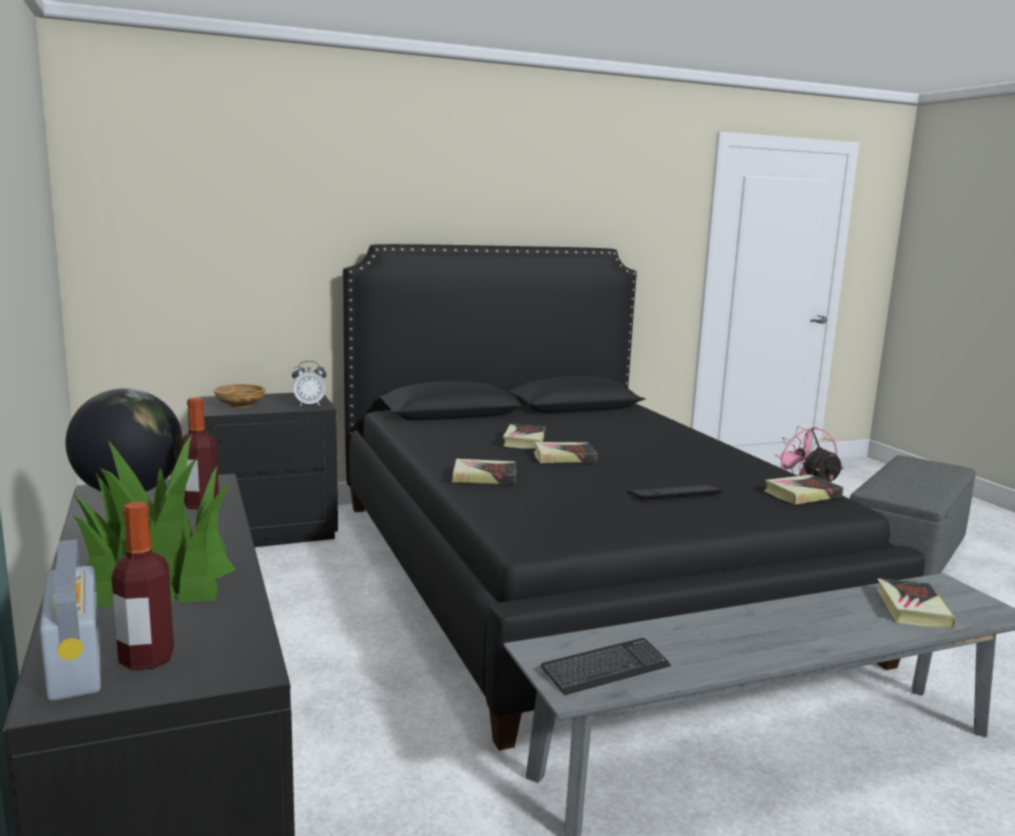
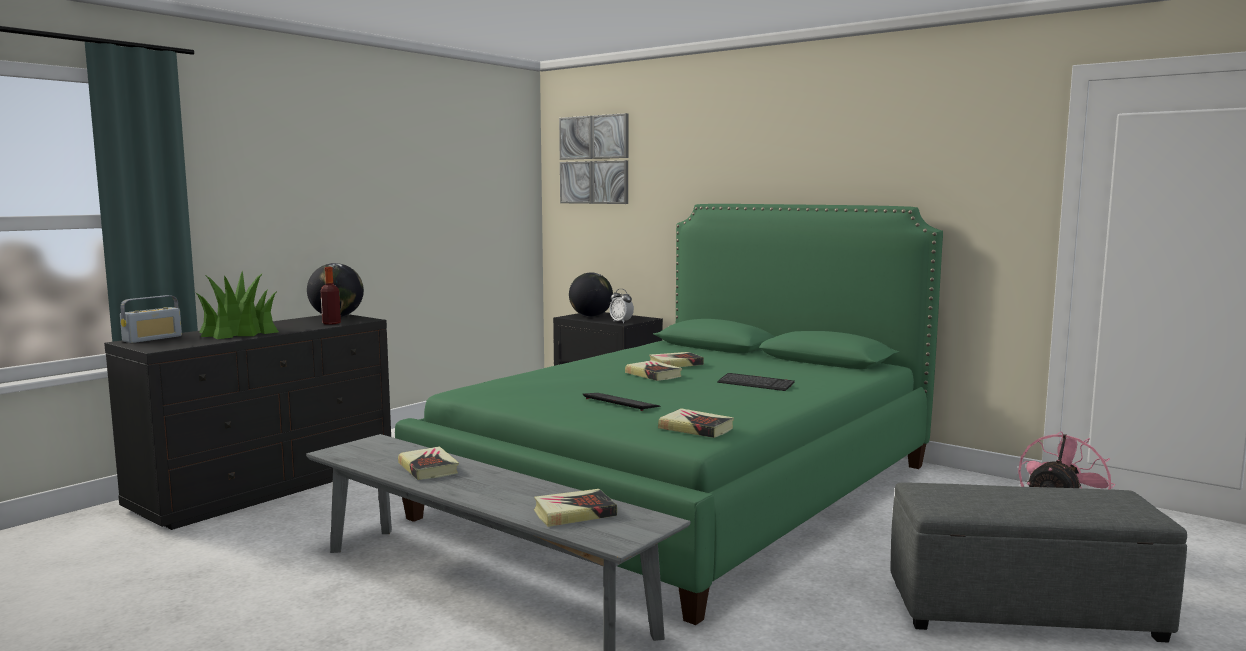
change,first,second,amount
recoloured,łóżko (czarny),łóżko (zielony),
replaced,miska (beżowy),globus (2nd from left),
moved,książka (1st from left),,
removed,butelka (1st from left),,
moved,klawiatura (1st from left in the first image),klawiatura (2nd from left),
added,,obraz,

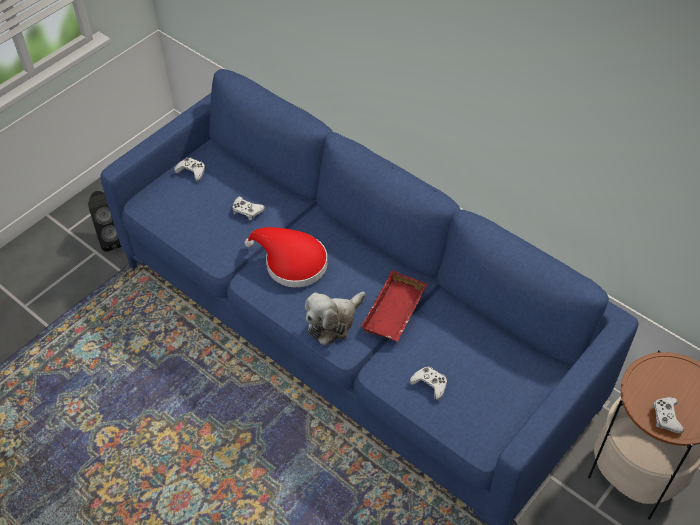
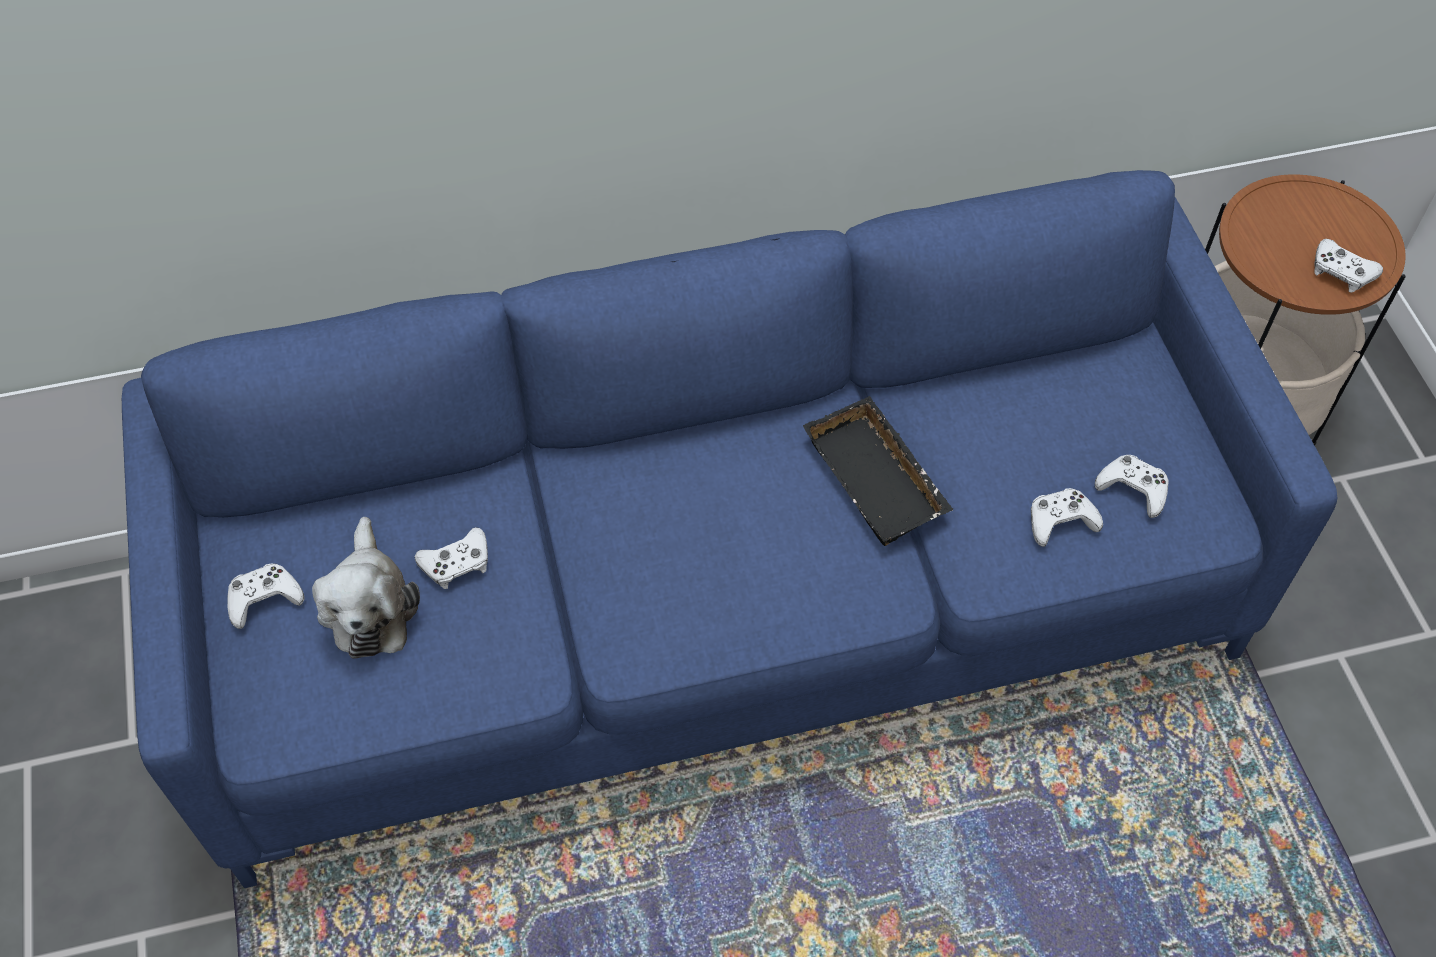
change,first,second,amount
removed,głośnik (czarny),,
removed,kapelusz (czerwony),,
recoloured,taca (czerwony),taca (czarny),
moved,pluszak,,
added,,pad do gier (biały) (4th from left),

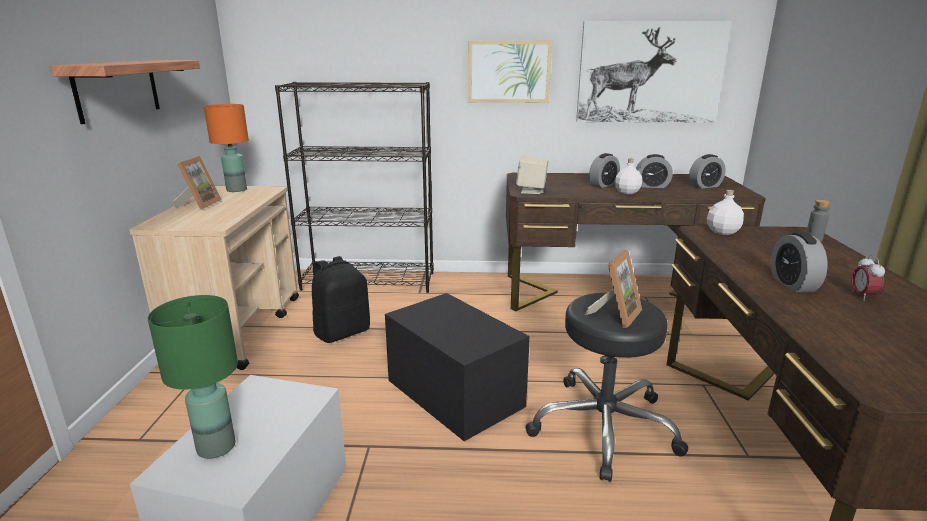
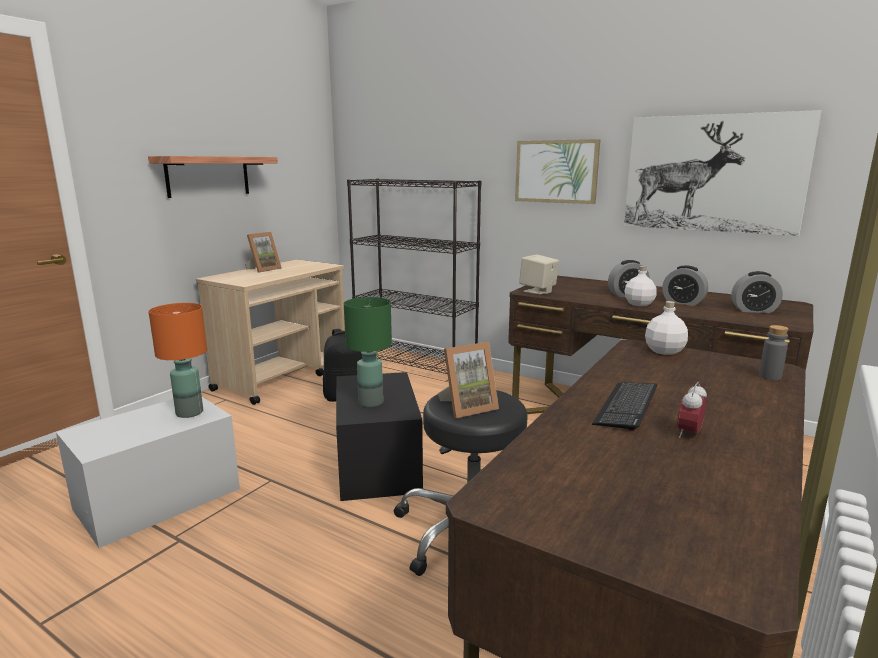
change,first,second,amount
moved,lampa stołowa (pomarańczowy),,
replaced,budzik (4th from left),klawiatura,
moved,lampa stołowa (zielony),,

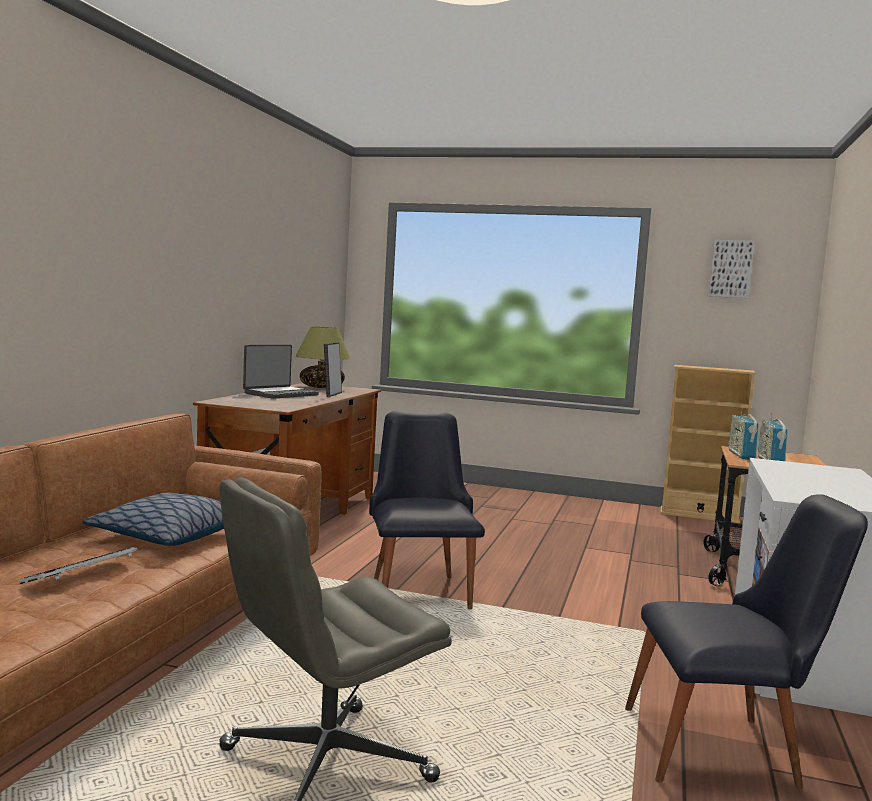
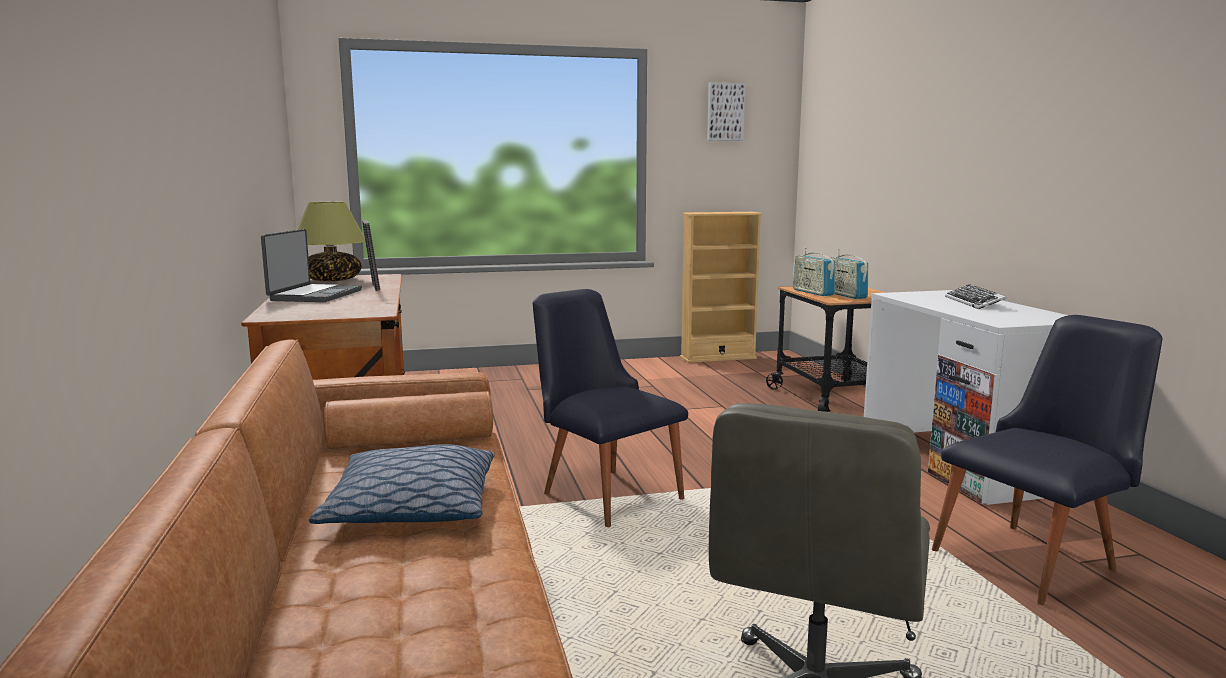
change,first,second,amount
moved,klawiatura,,

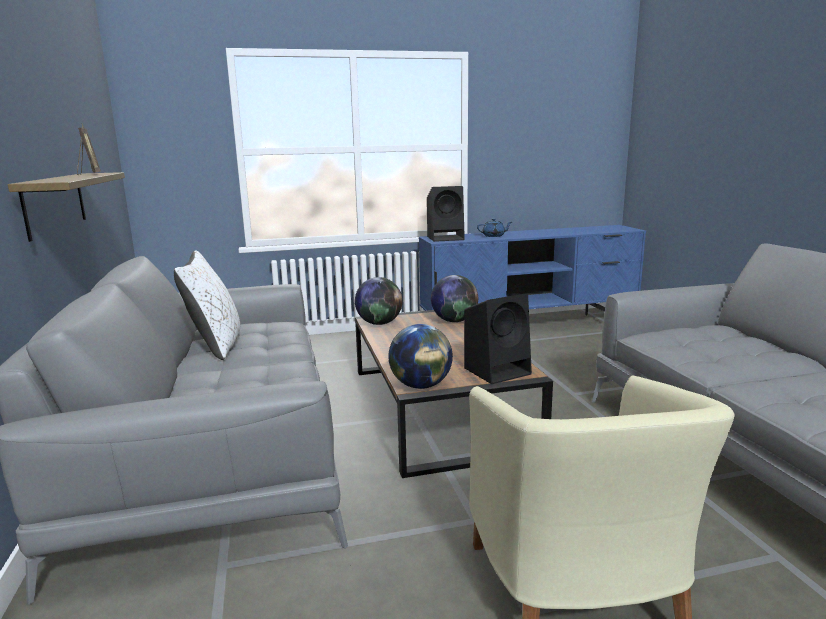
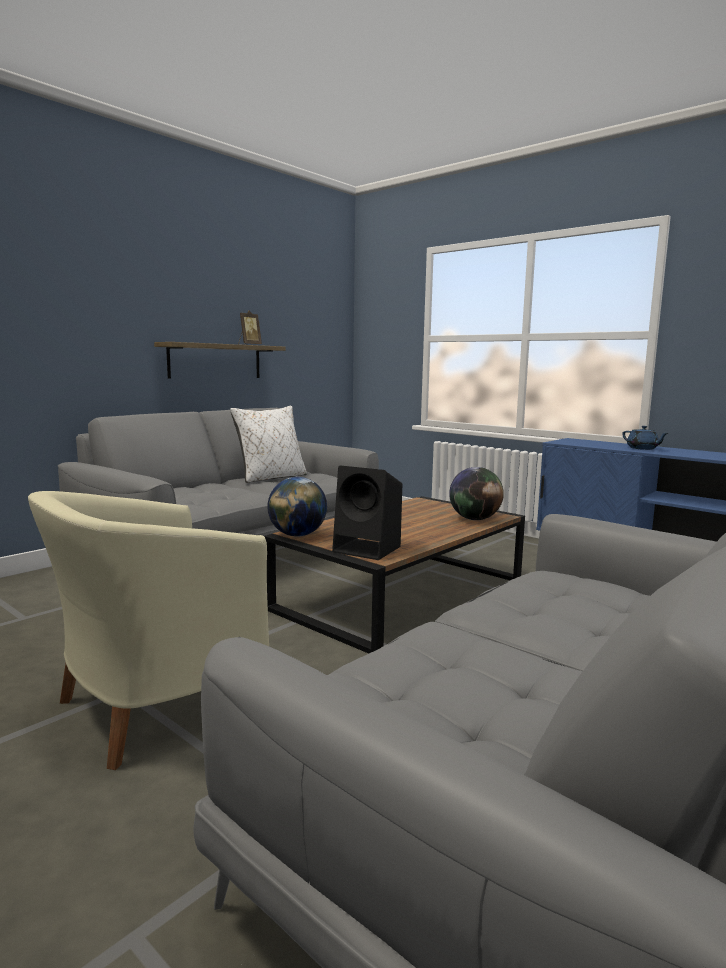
change,first,second,amount
removed,głośnik (czarny) (1st from left),,
removed,globus (1st from left),,

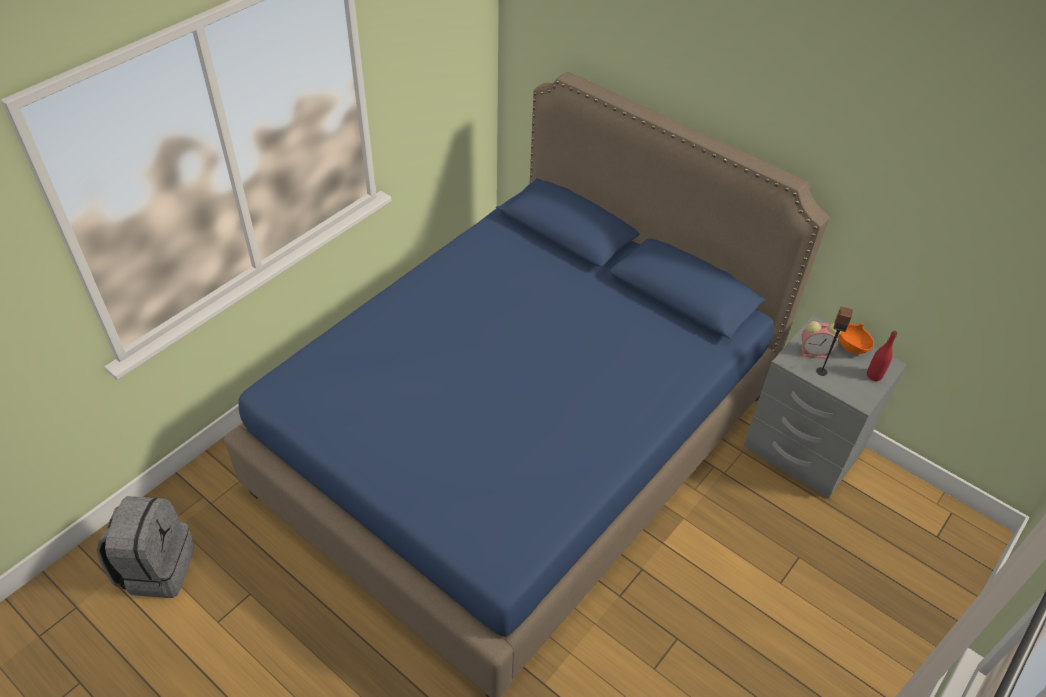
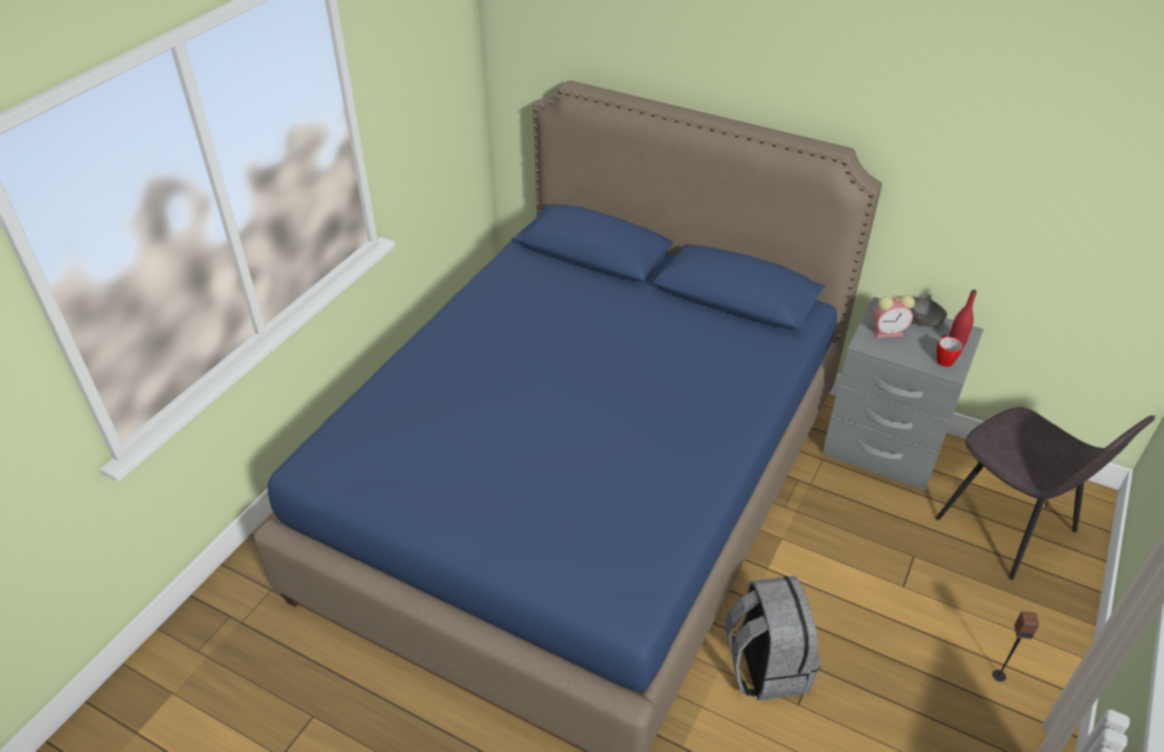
change,first,second,amount
moved,głośnik,,
recoloured,miska (pomarańczowy),miska (szary),
moved,plecak (szary),,
added,,kubek,
added,,krzesło (szary),

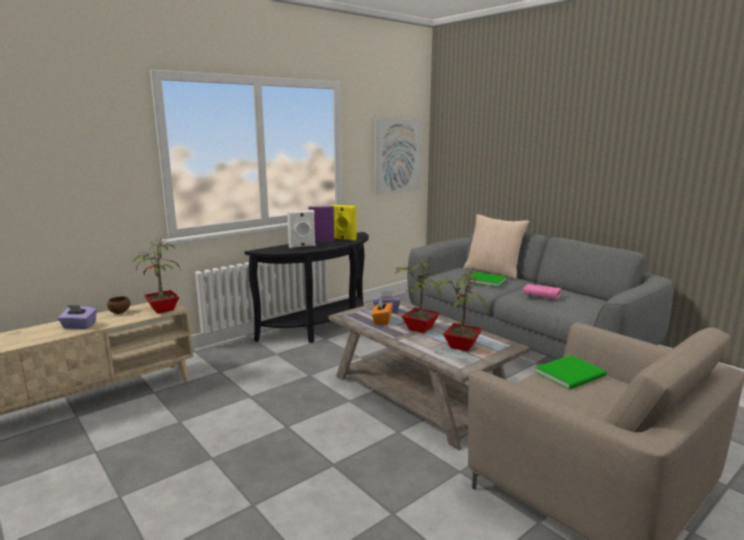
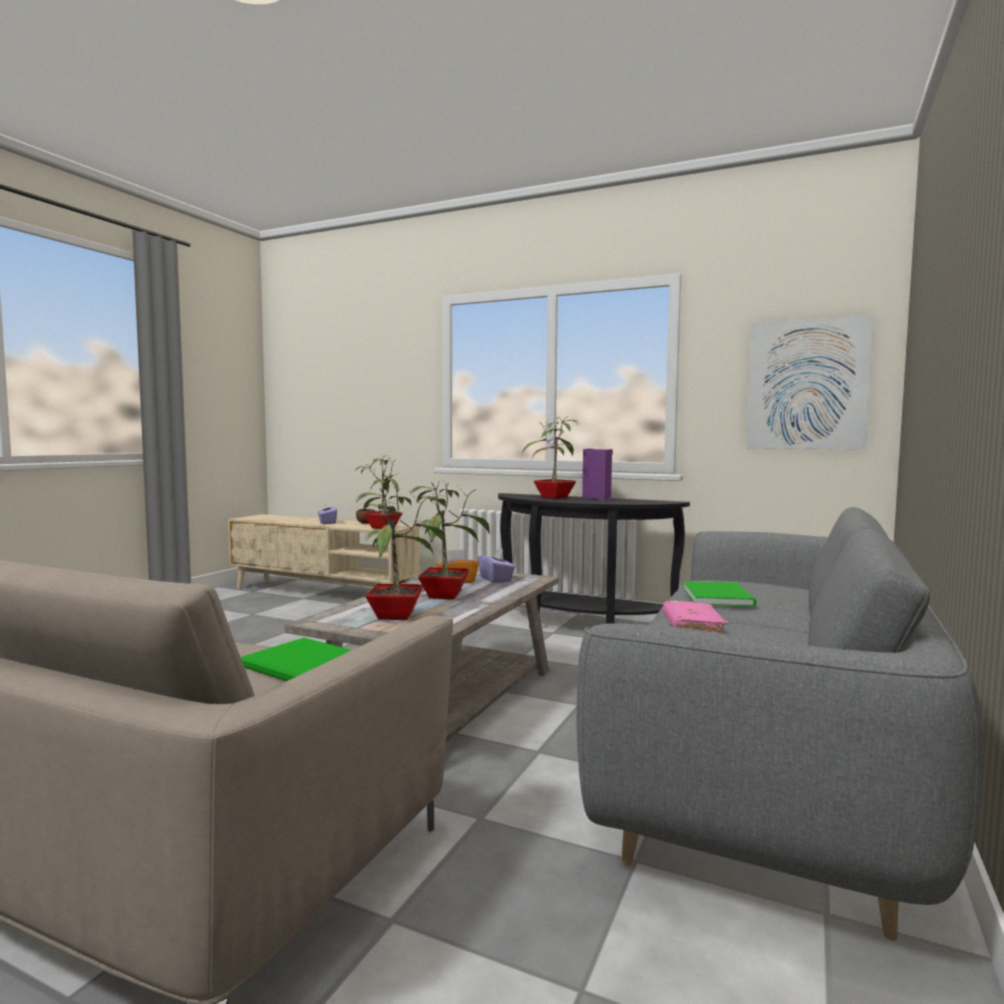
change,first,second,amount
removed,głośnik (żółty),,
replaced,głośnik (biały),roślina doniczkowa (4th from left),
removed,poduszka (beżowy),,

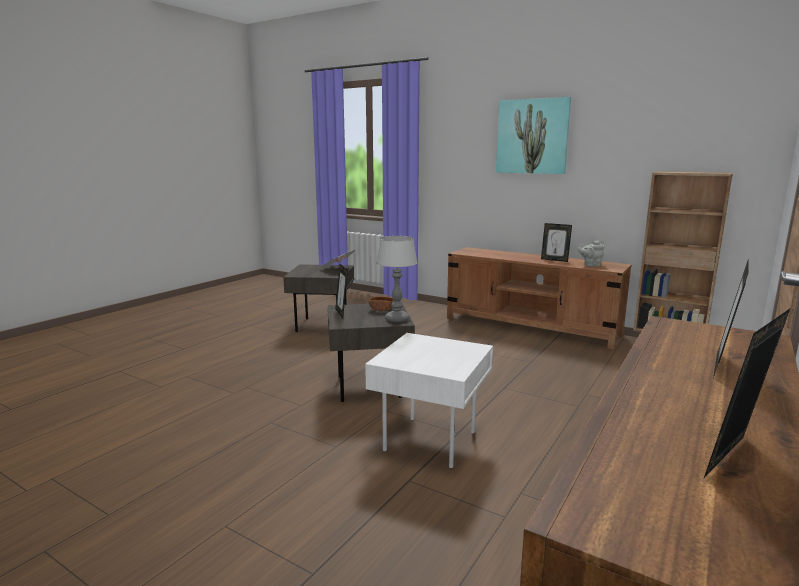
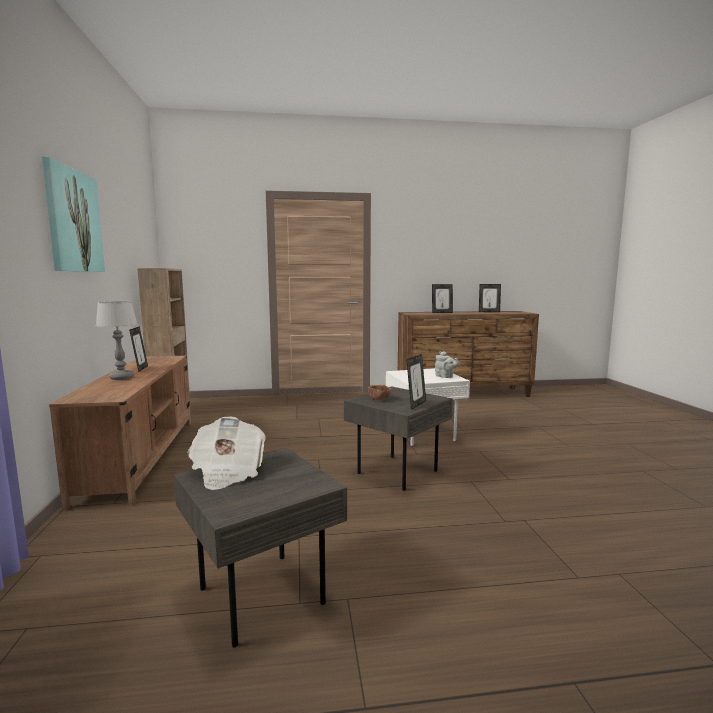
change,first,second,amount
moved,lampa stołowa,,
moved,imbryk (szary),,

